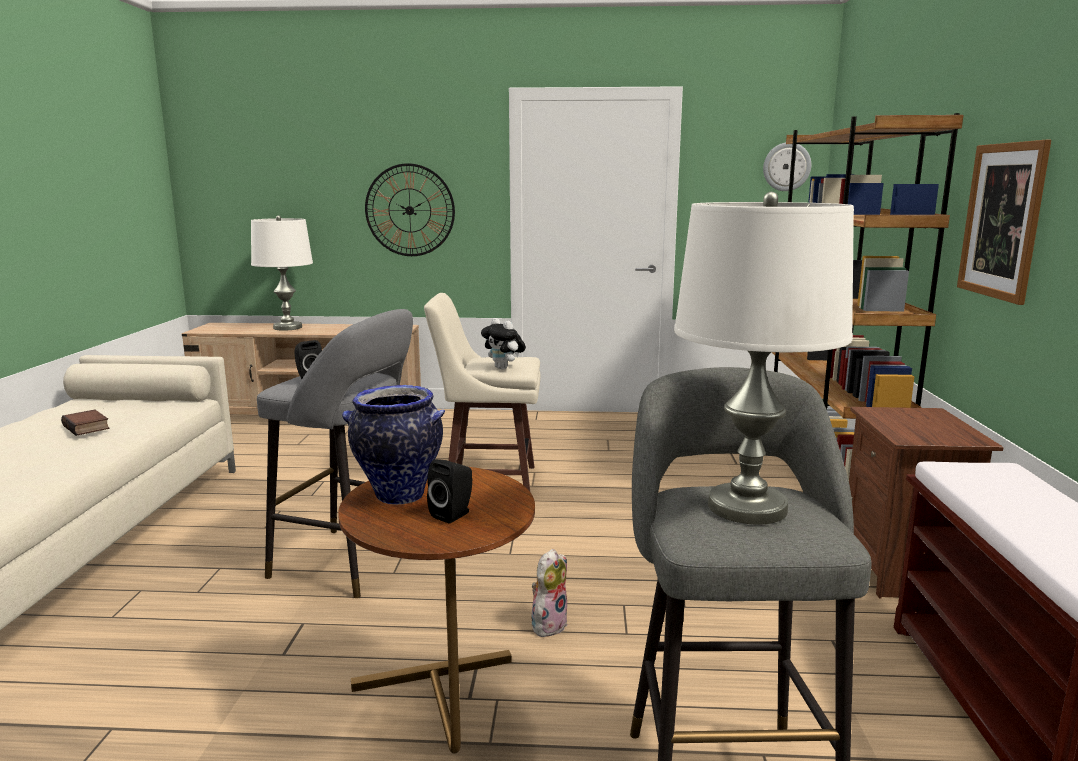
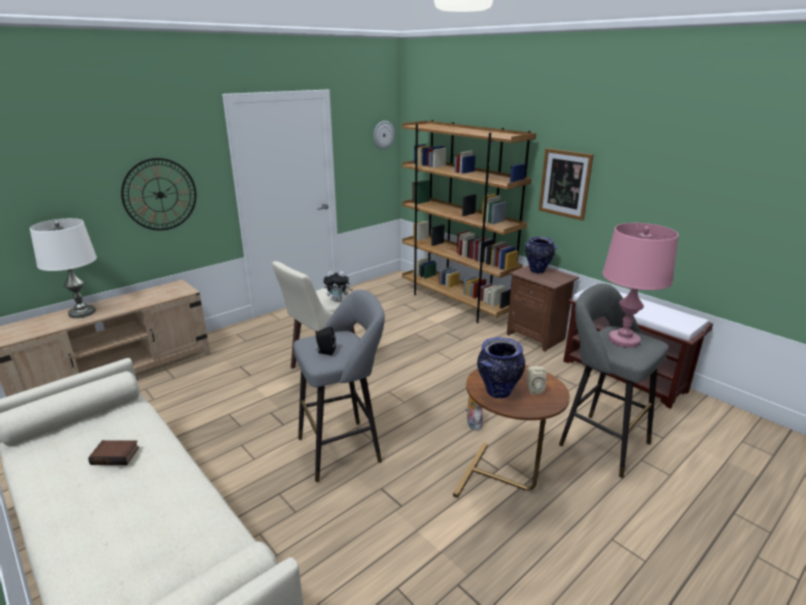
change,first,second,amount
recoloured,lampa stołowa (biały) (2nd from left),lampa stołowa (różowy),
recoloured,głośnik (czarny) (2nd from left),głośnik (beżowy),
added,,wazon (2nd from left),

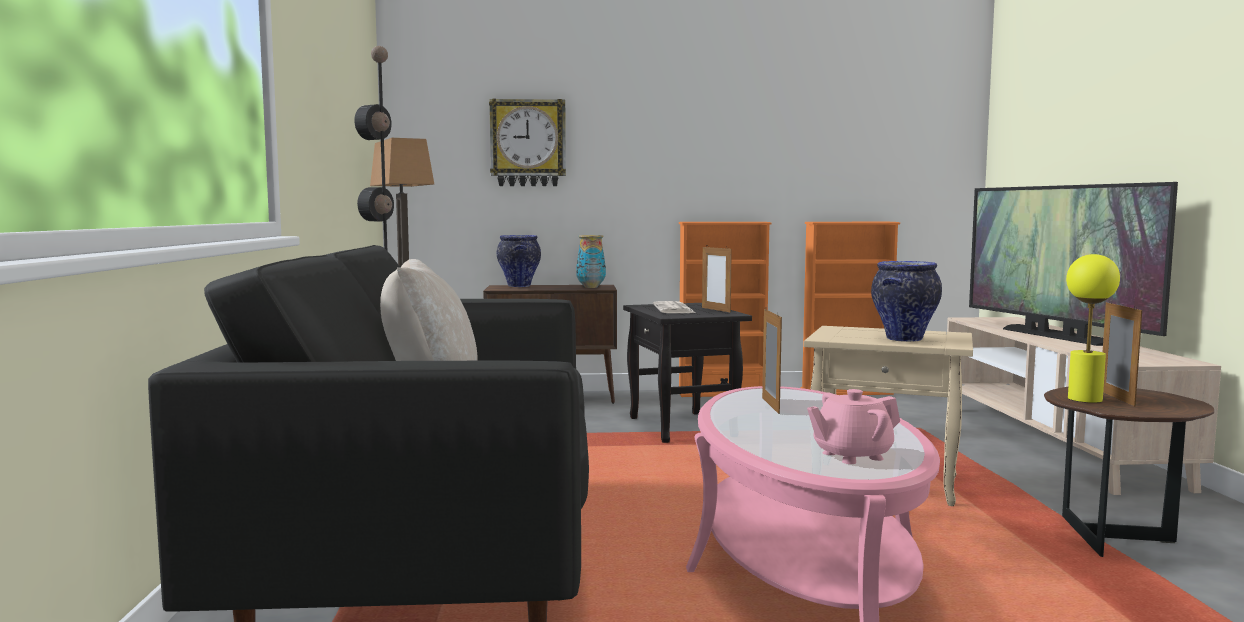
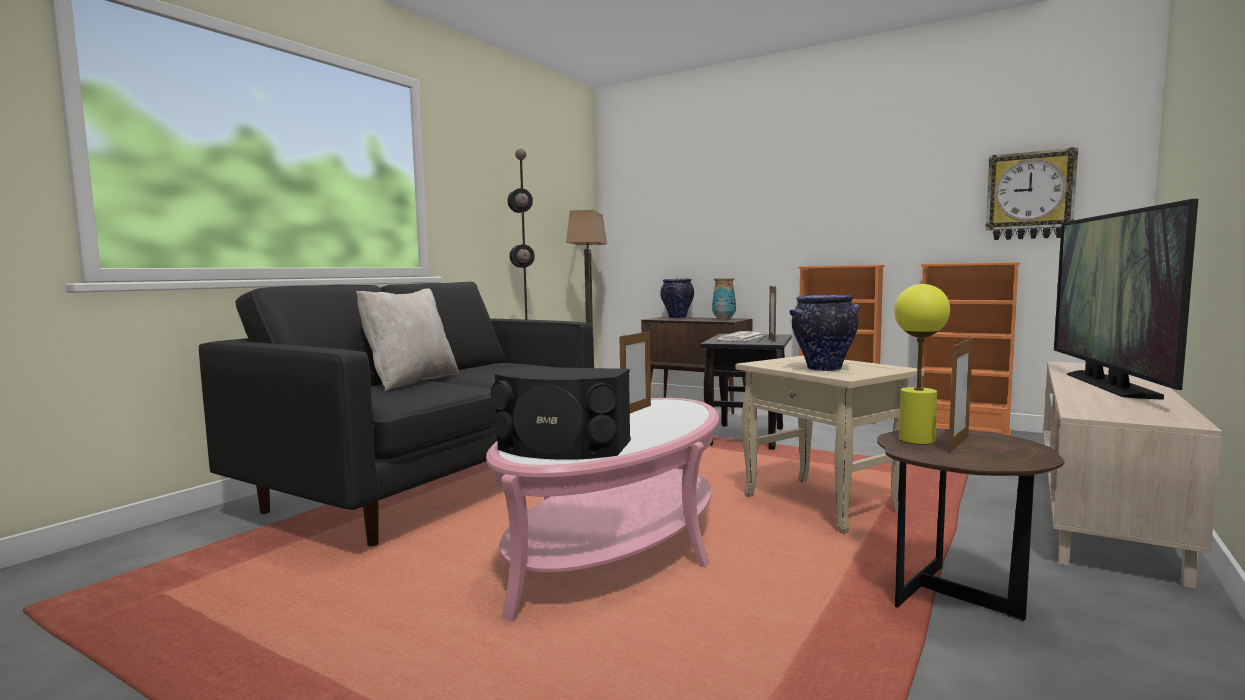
change,first,second,amount
moved,zegar ścienny,,
replaced,imbryk (różowy),głośnik (czarny),

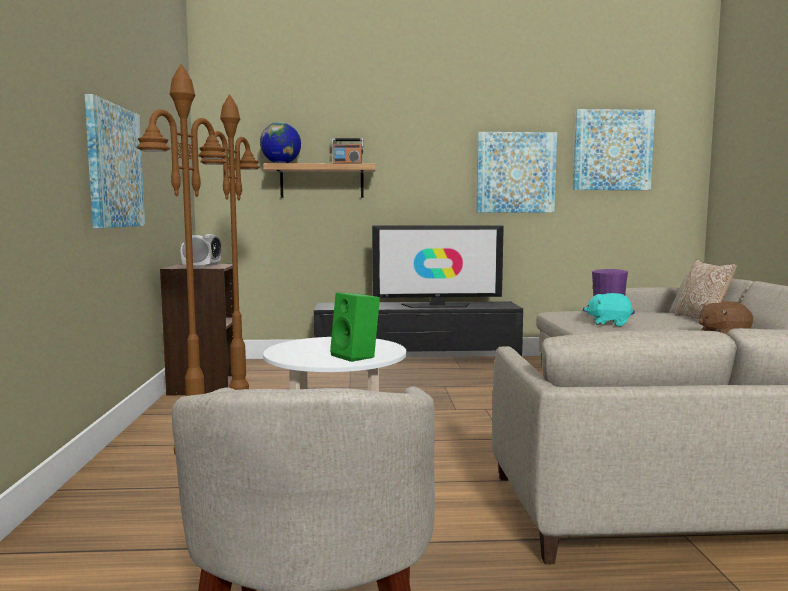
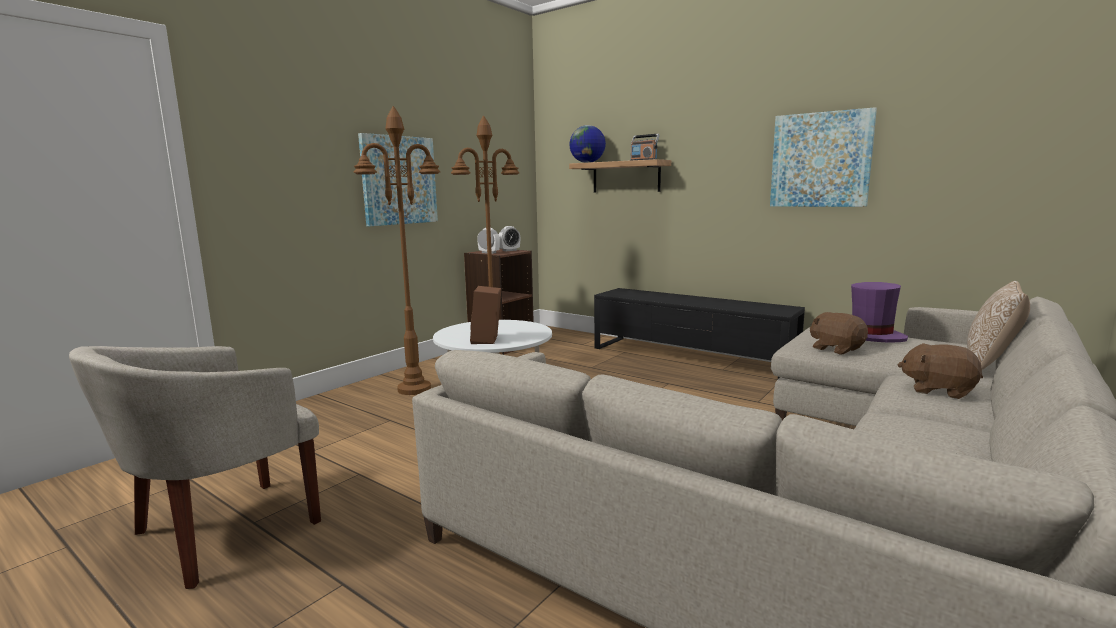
change,first,second,amount
removed,obraz (3rd from left),,
removed,telewizor,,
recoloured,głośnik (zielony),głośnik (brązowy),
recoloured,pluszak (turkusowy),pluszak (brązowy) (1st from left),

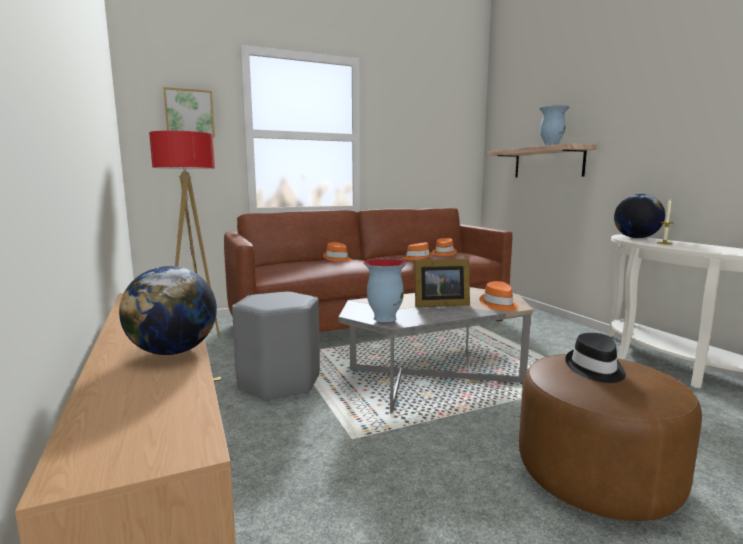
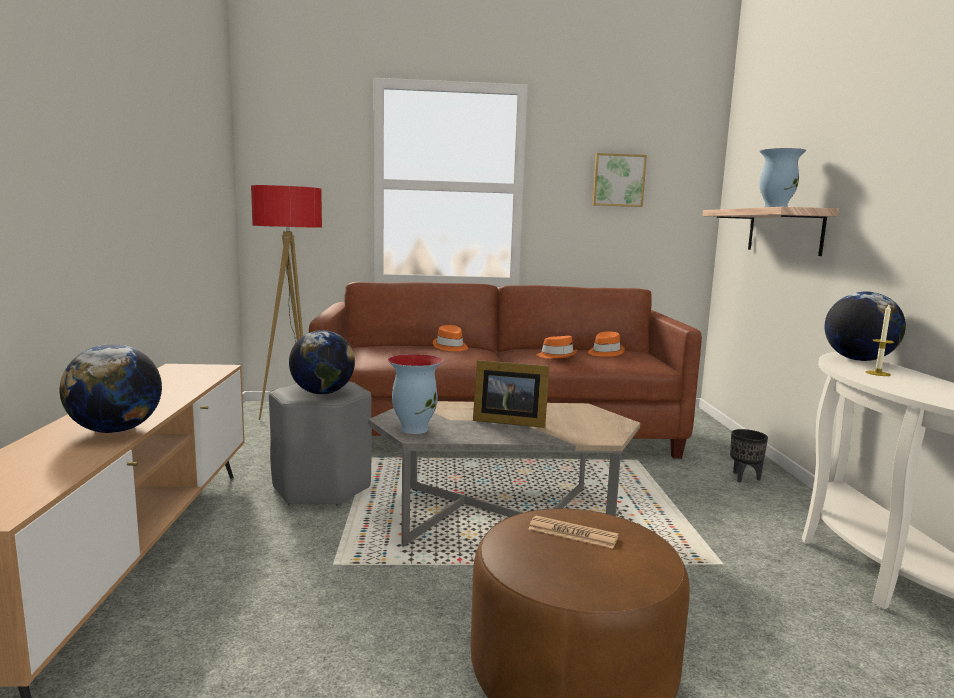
change,first,second,amount
moved,obraz,,
removed,kapelusz (pomarańczowy) (4th from left),,
replaced,kapelusz (czarny),gazeta,
added,,globus (2nd from left),
added,,donica (czarny),

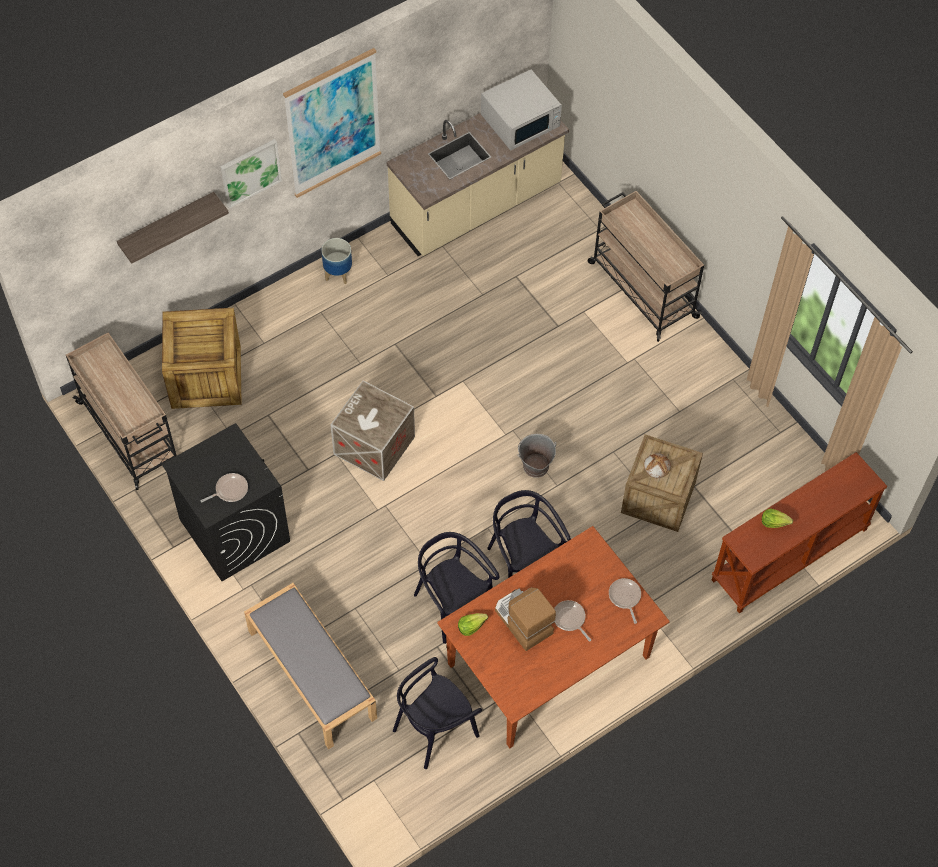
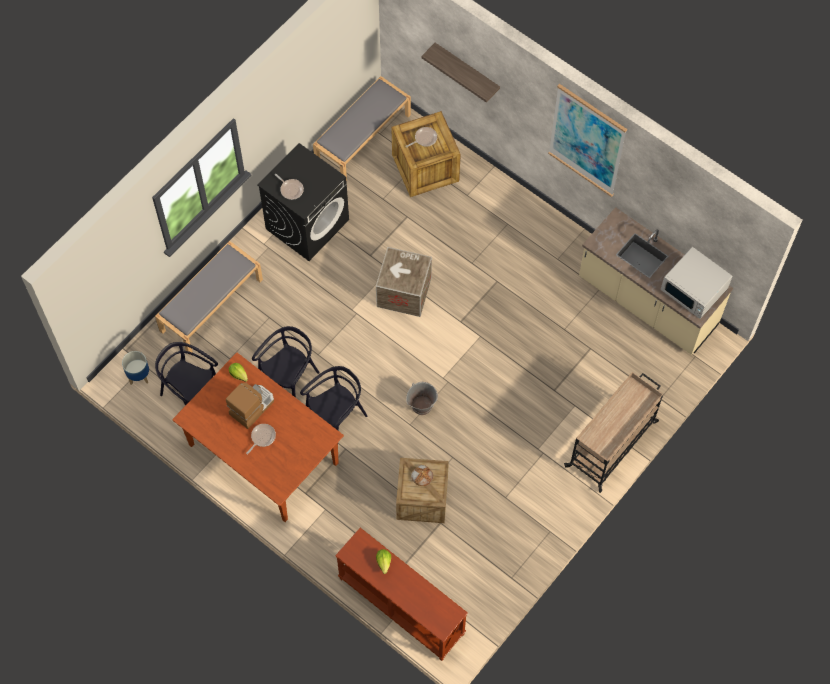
change,first,second,amount
removed,obraz (1st from left),,
moved,donica,,
replaced,wózek (beżowy) (1st from left),ławka (szary) (2nd from left),
moved,patelnia (3rd from left),,

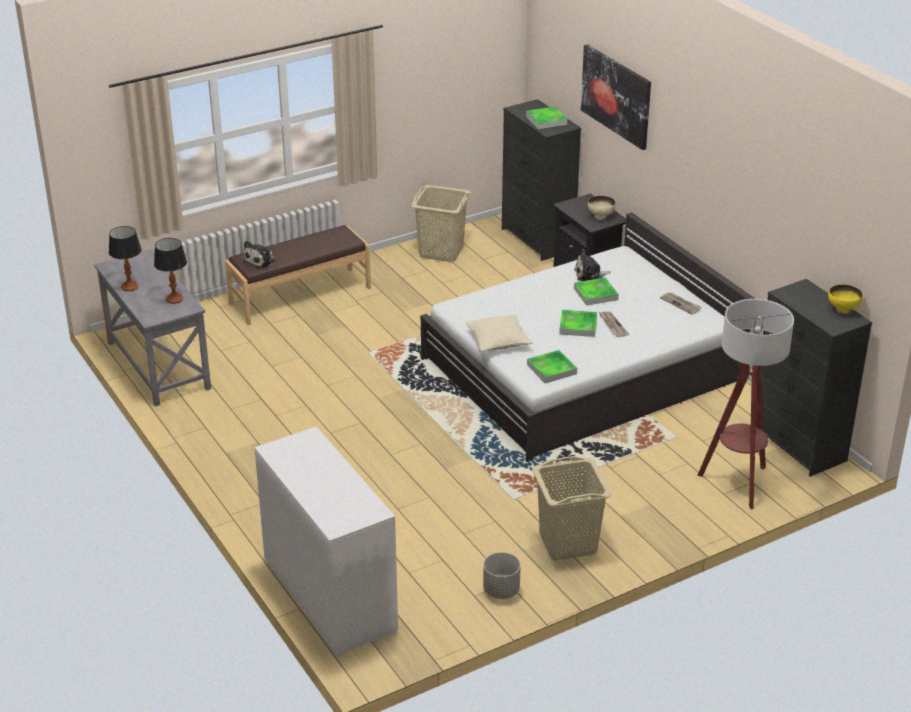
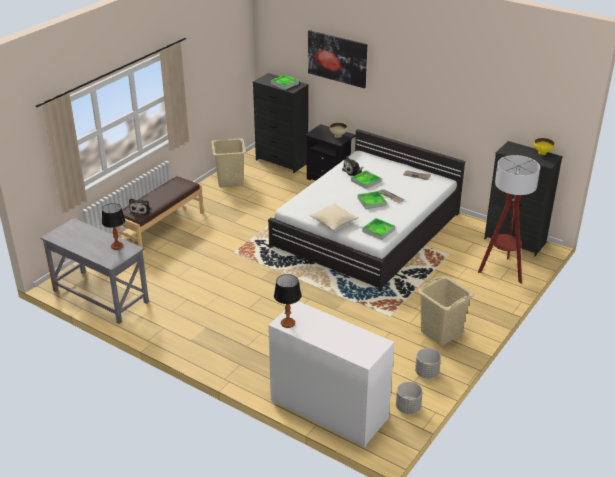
change,first,second,amount
moved,lampa stołowa (1st from left in the first image),lampa stołowa (2nd from left),
added,,donica (szary) (1st from left),

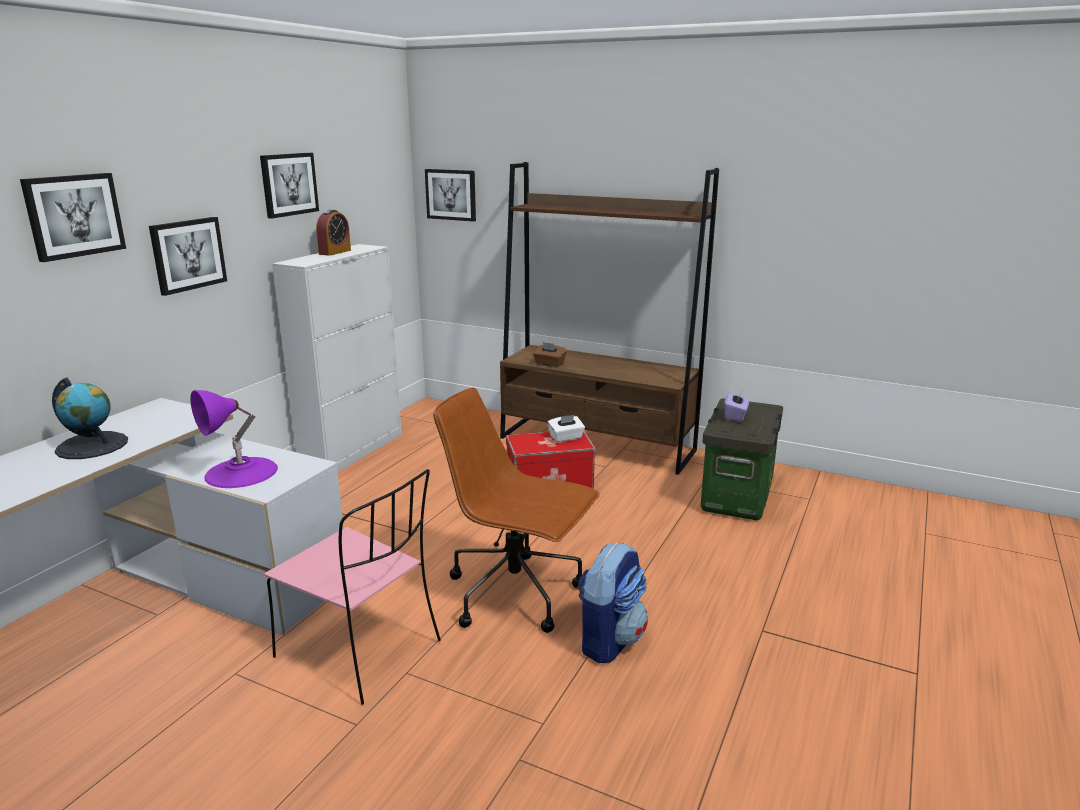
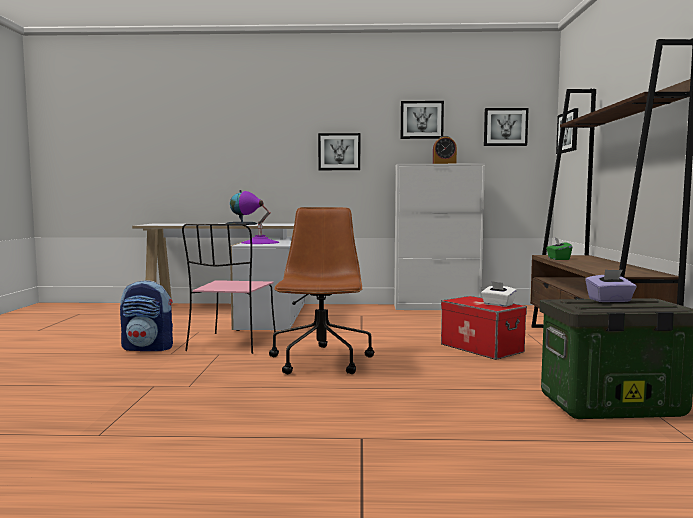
change,first,second,amount
moved,obraz (1st from left in the first image),obraz (3rd from left),
recoloured,pudełko chusteczek (brązowy),pudełko chusteczek (zielony),
moved,plecak,,

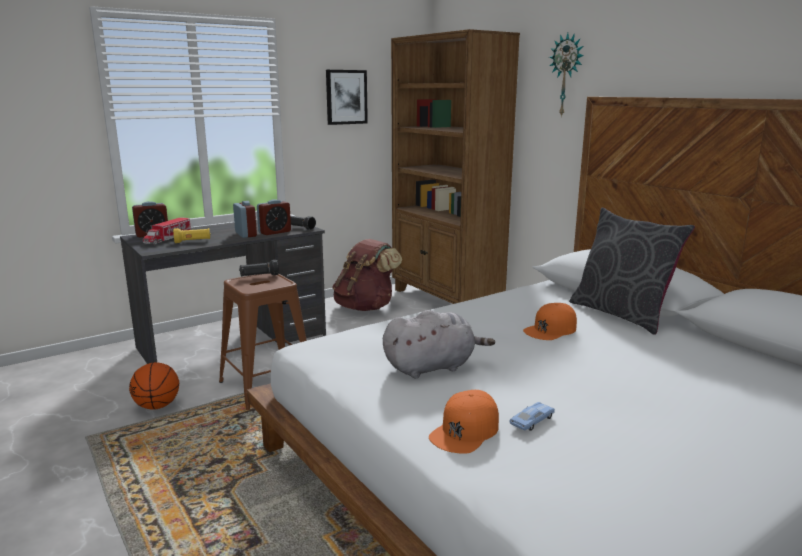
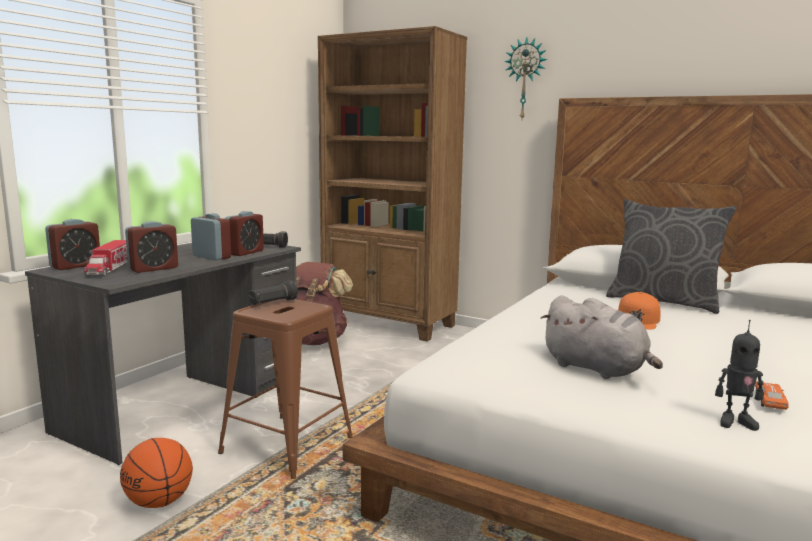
change,first,second,amount
removed,obraz,,
replaced,latarka (żółty),budzik (2nd from left),
turned,pluszak (szary),,90 degrees clockwise
replaced,czapka z daszkiem (pomarańczowy) (1st from left),robot zabawkowy,
recoloured,samochodzik (niebieski),samochodzik (pomarańczowy),

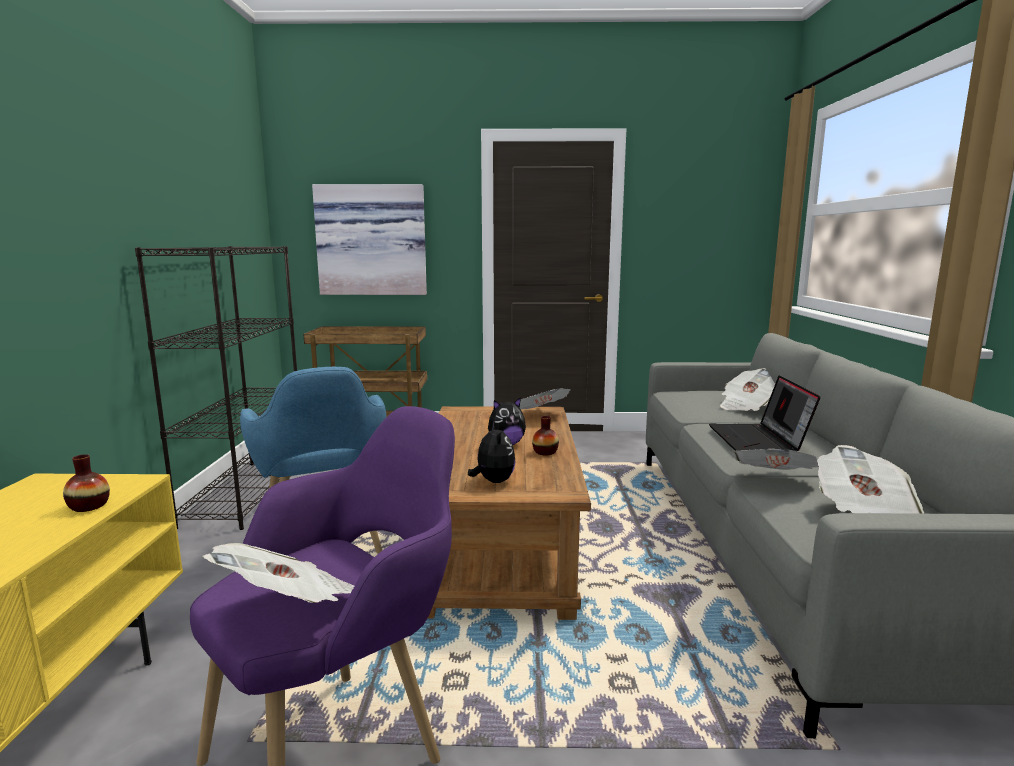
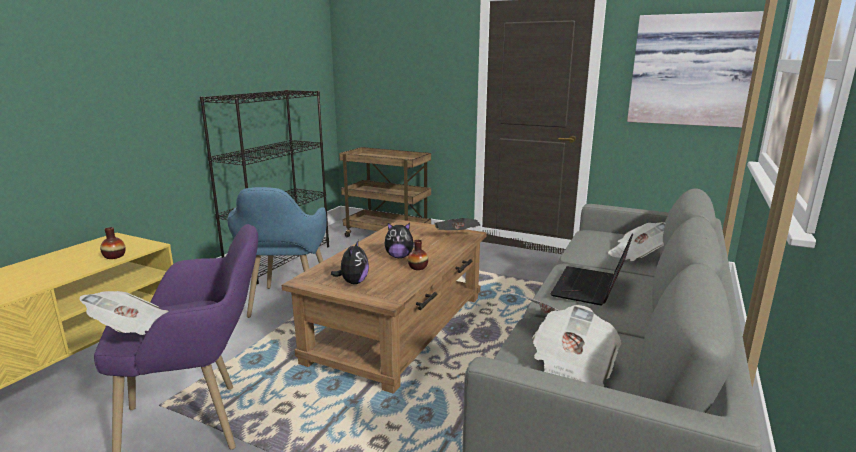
change,first,second,amount
moved,obraz,,

